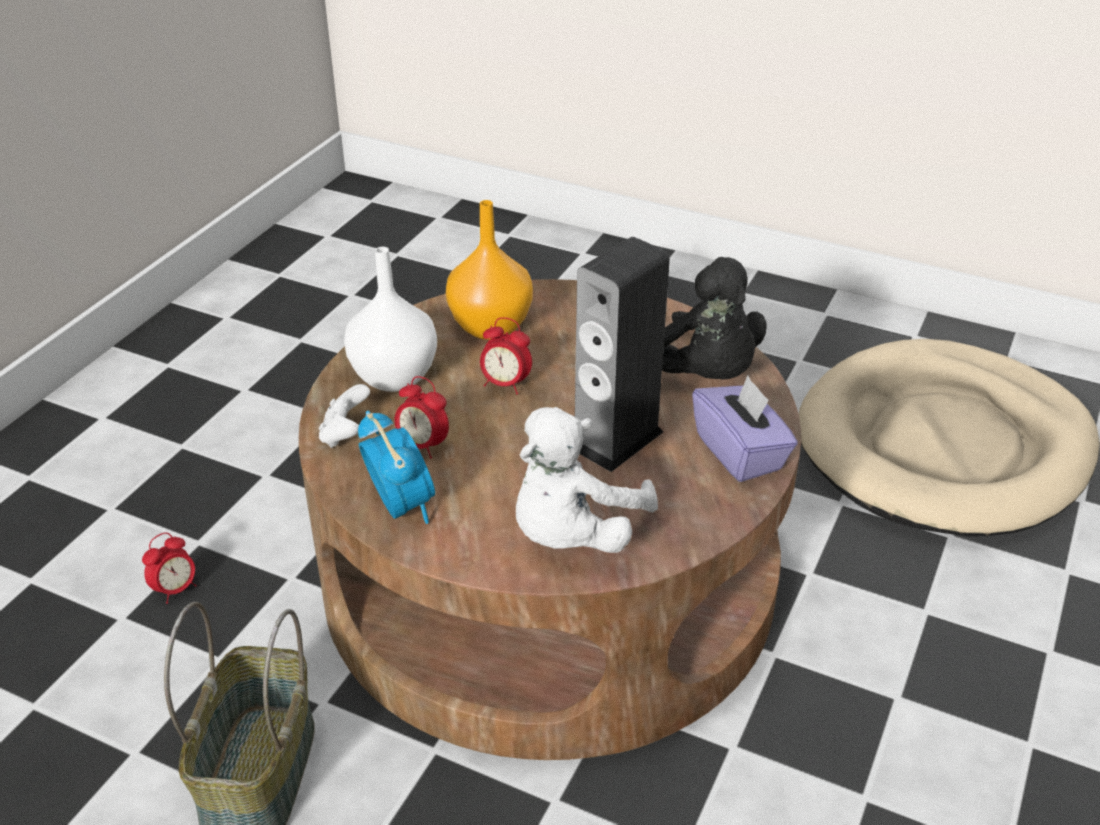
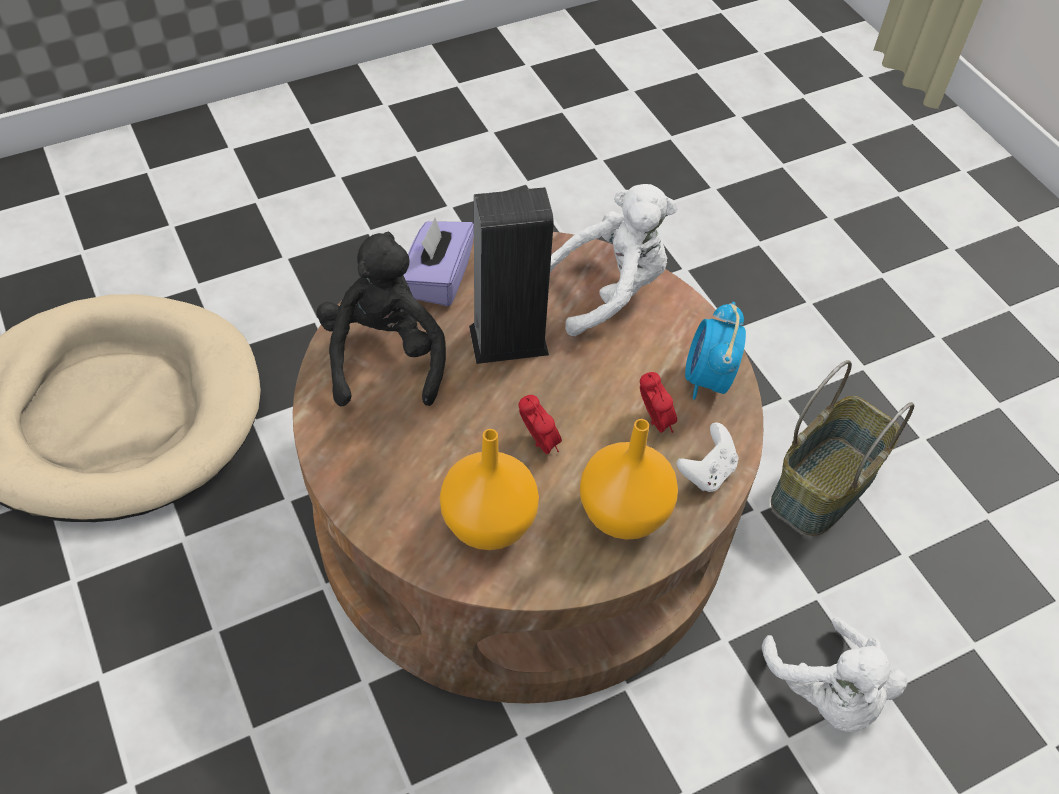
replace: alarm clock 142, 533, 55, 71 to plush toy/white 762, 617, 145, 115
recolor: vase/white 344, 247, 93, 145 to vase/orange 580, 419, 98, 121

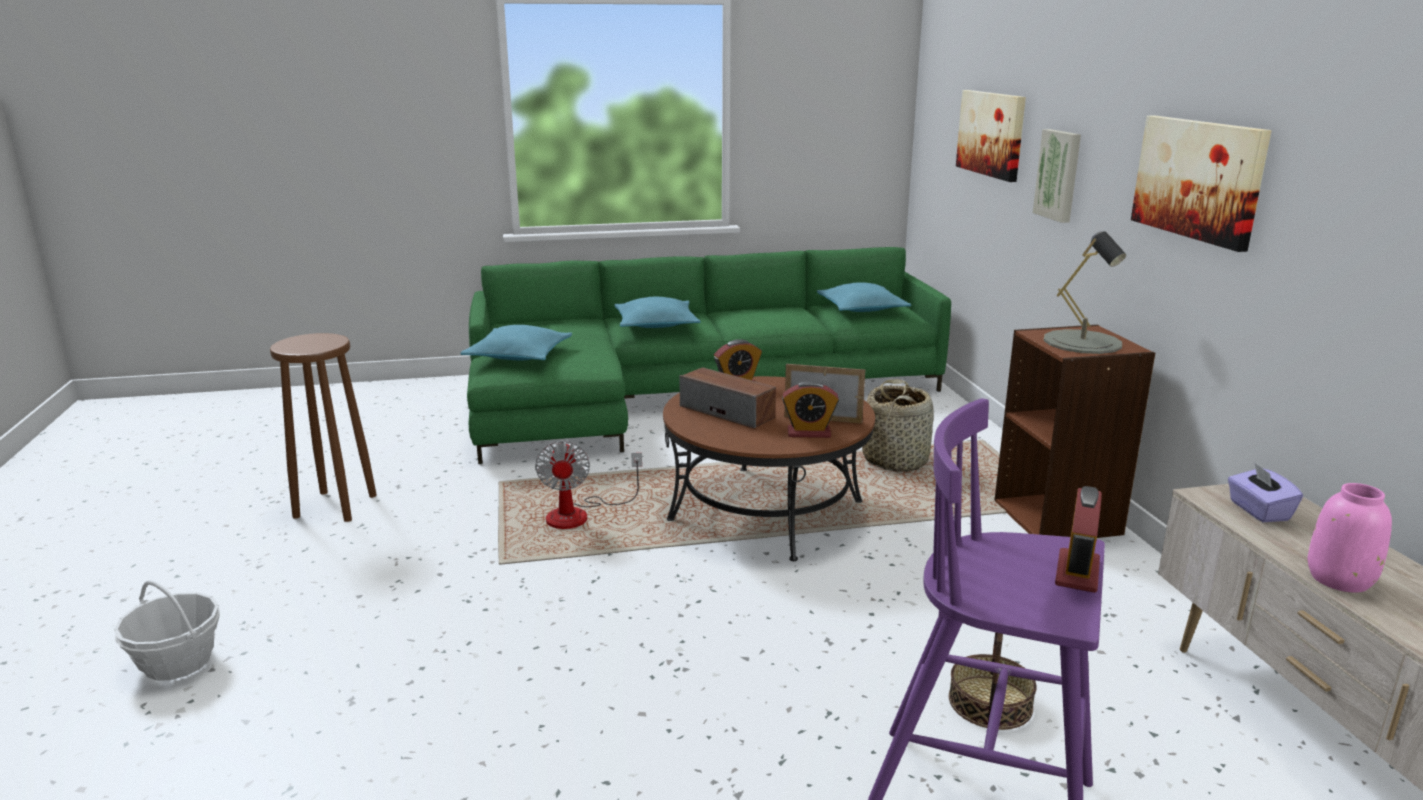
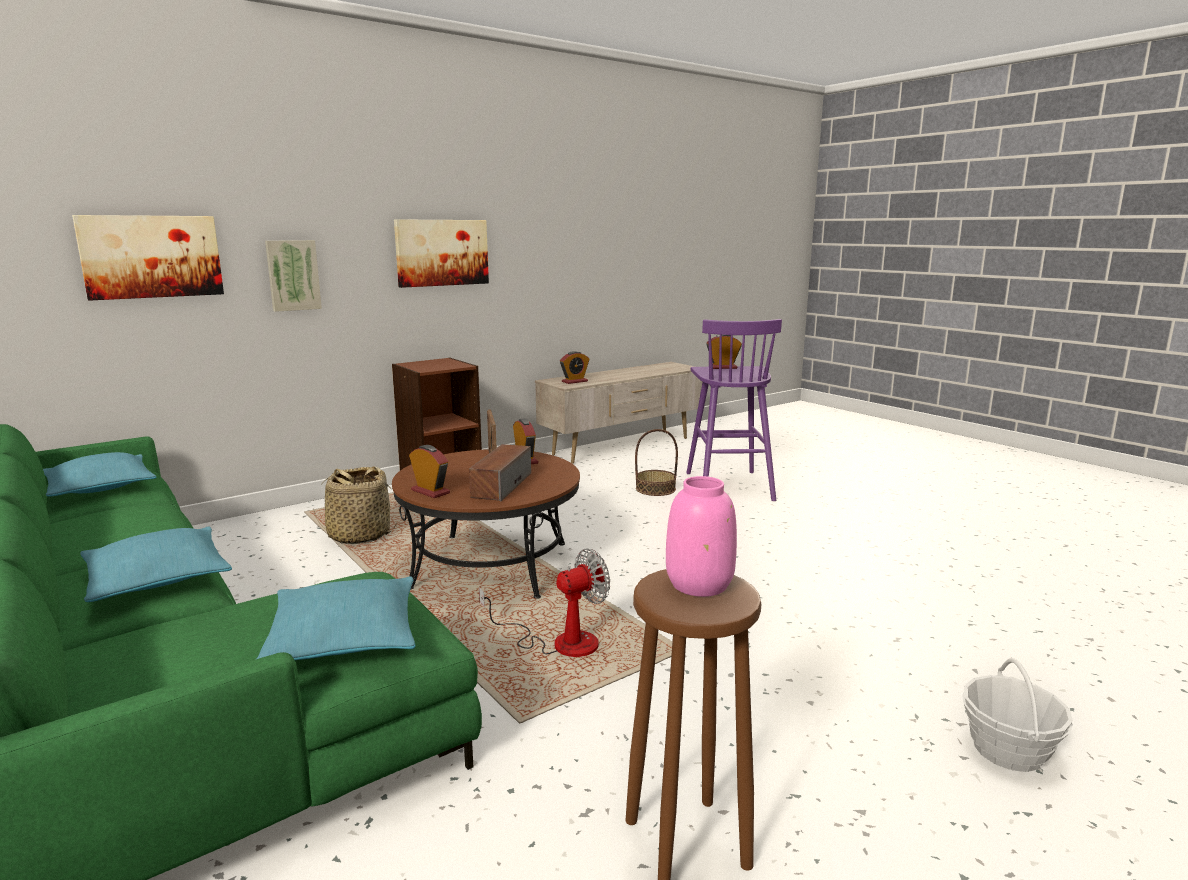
delete: table lamp/grey 1044, 231, 82, 123
move: vase/pink 1308, 483, 84, 110 to 666, 476, 71, 121
replace: tissue box/purple 1228, 462, 75, 60 to alarm clock 560, 351, 29, 33

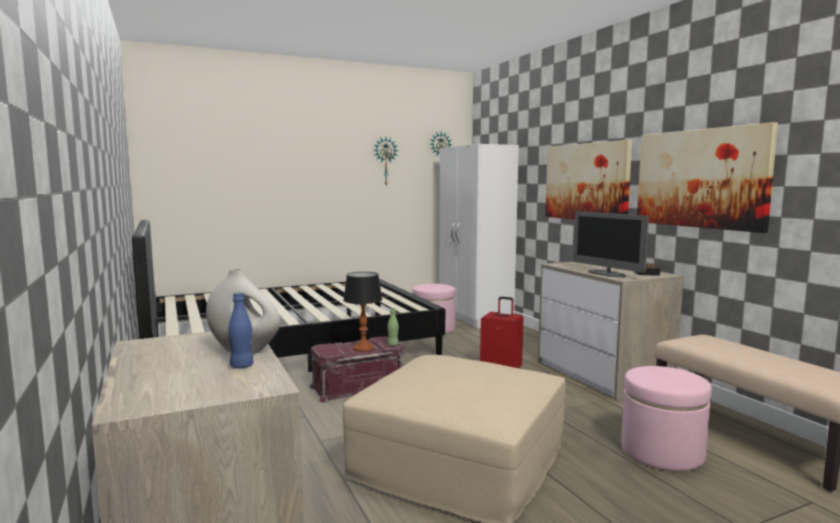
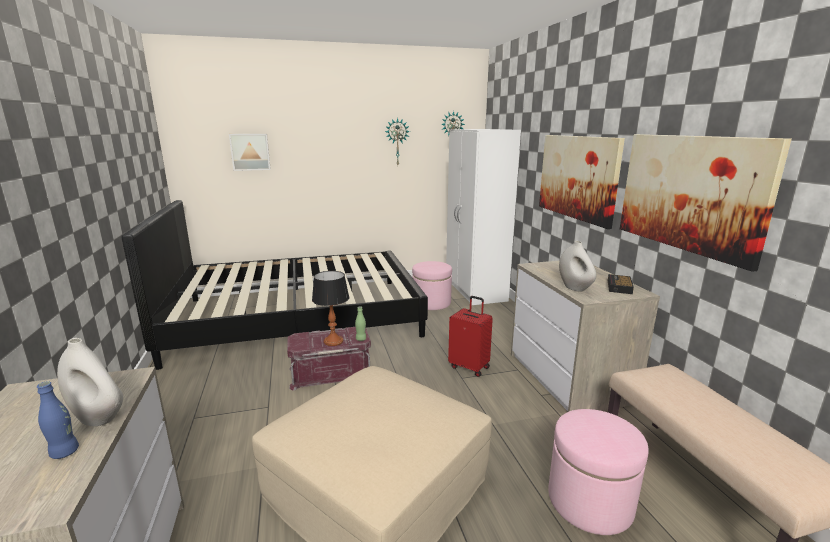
insert: picture 229, 134, 42, 37
replace: monitor 573, 212, 76, 65 to vase/white 559, 241, 37, 51

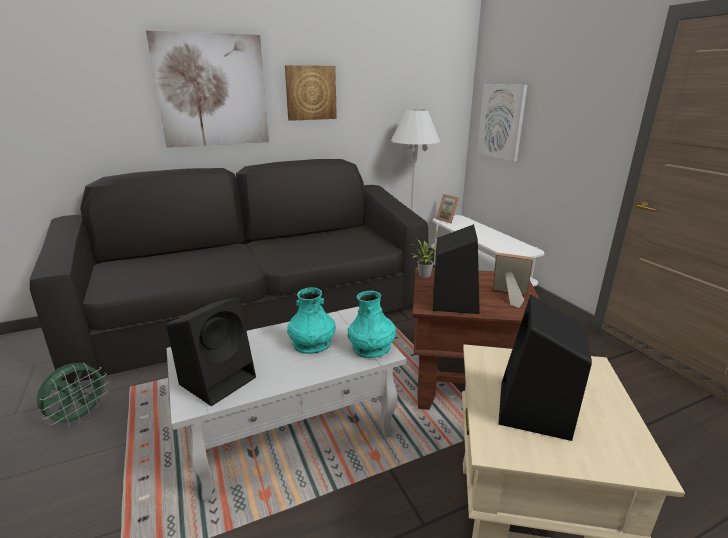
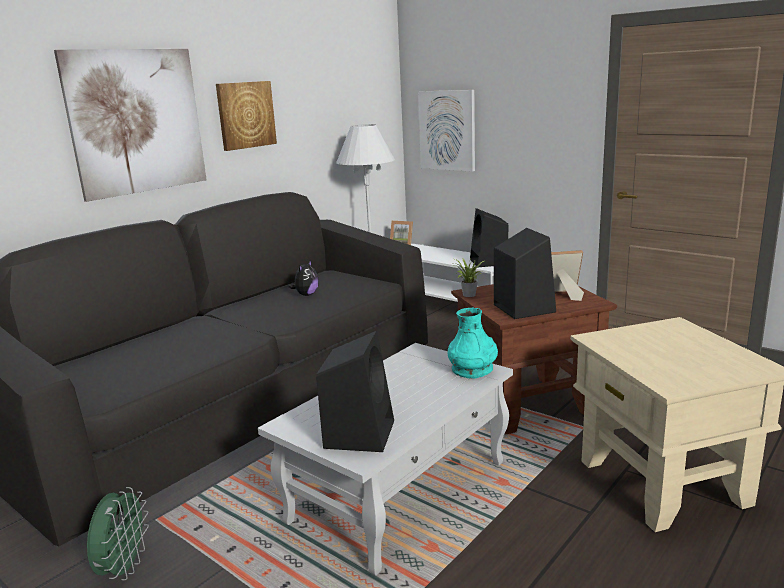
delete: vase/turquoise 287, 287, 49, 67
insert: plush toy 288, 260, 31, 36
move: speaker/black 498, 294, 94, 147 to 470, 208, 38, 60

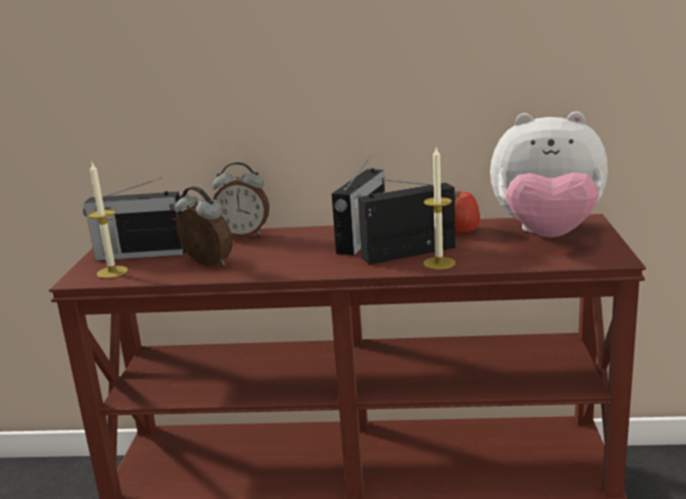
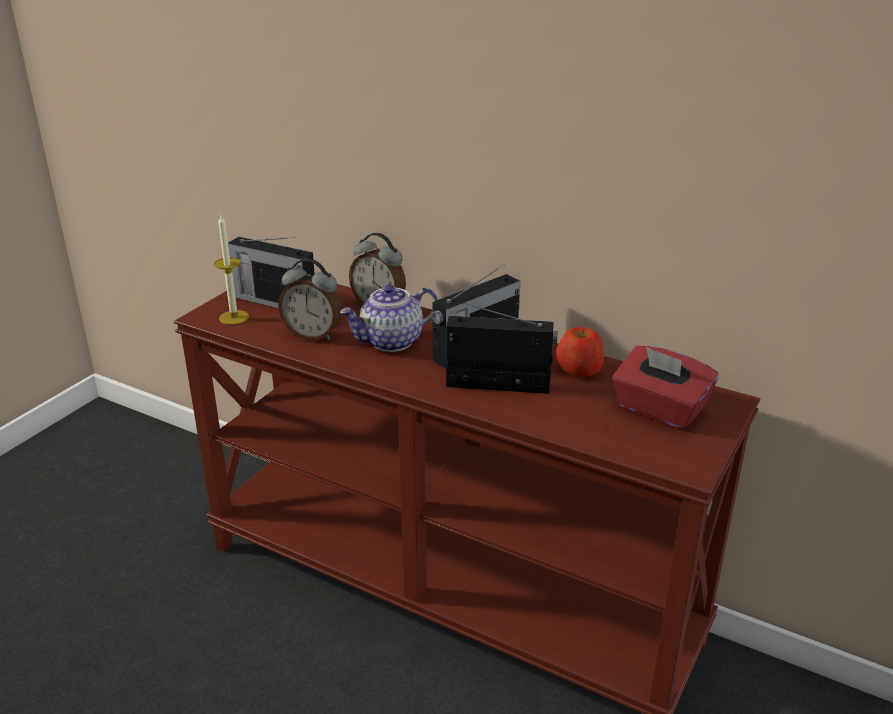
delete: candle 423, 146, 32, 124
insert: teapot 340, 285, 98, 67
replace: plush toy 490, 111, 118, 126 to tissue box/red 612, 346, 107, 83
rotate: alarm clock 175, 186, 58, 80 = 278, 259, 64, 82 135 degrees clockwise

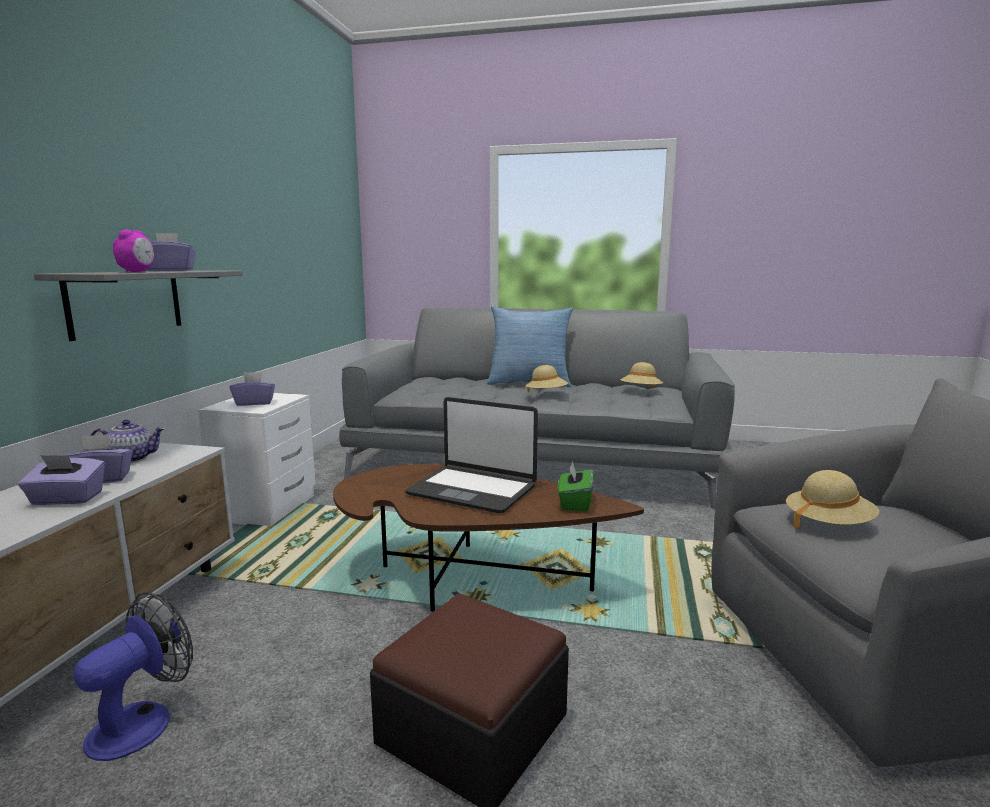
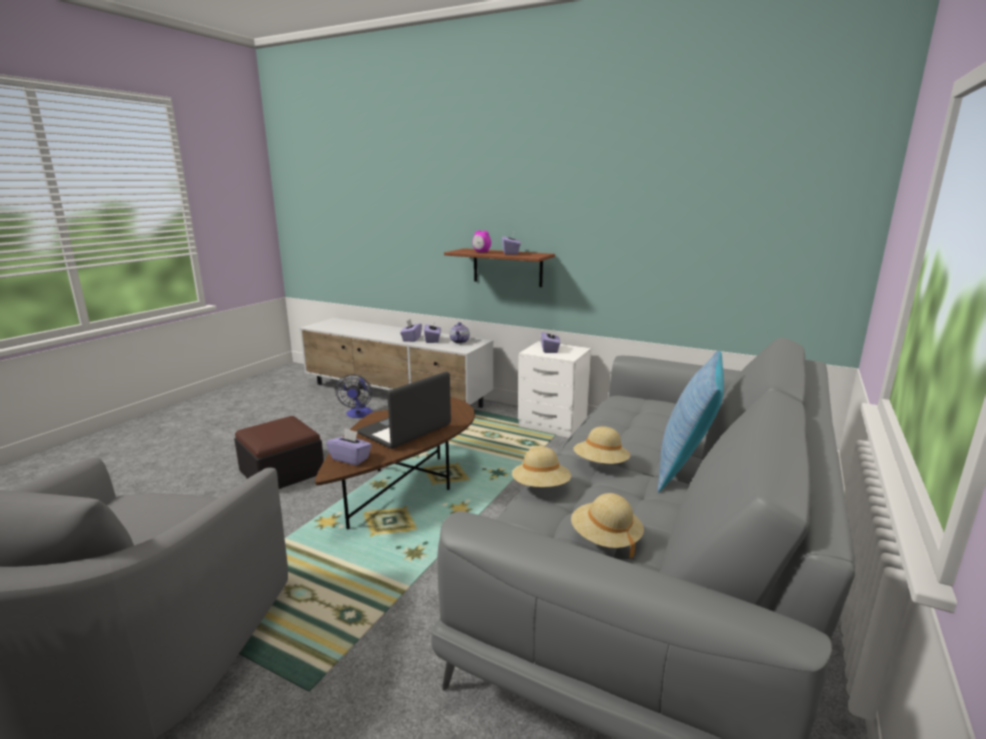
move: hat/beige 786, 470, 93, 60 to 512, 447, 59, 40
recolor: shelf/grey 34, 270, 209, 71 to shelf/brown 444, 248, 111, 39; tissue box/green 558, 461, 36, 51 to tissue box/purple 326, 428, 46, 37
rotate: fan 74, 592, 119, 169 = 335, 374, 38, 44 45 degrees clockwise

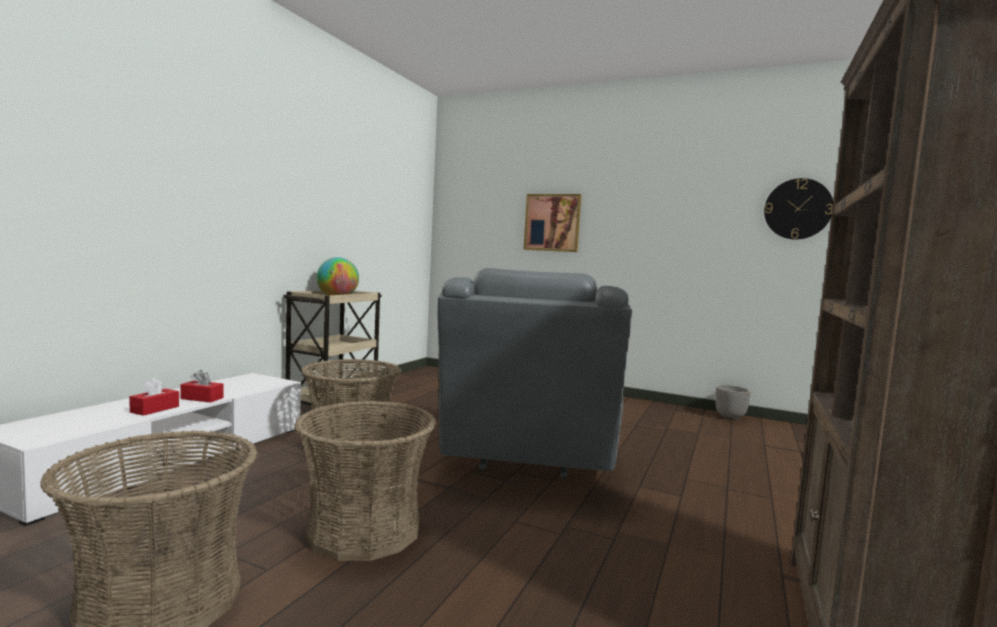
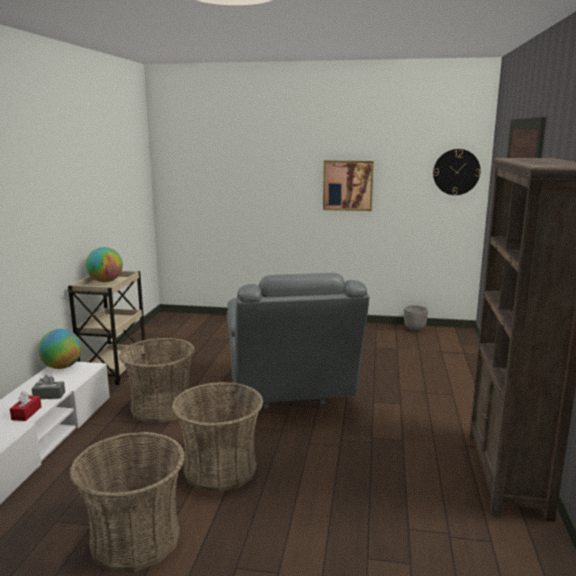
insert: globe 38, 329, 44, 40
move: picture 523, 194, 59, 58 to 323, 160, 51, 51
recolor: tissue box/red 180, 370, 44, 33 to tissue box/grey 32, 375, 33, 24

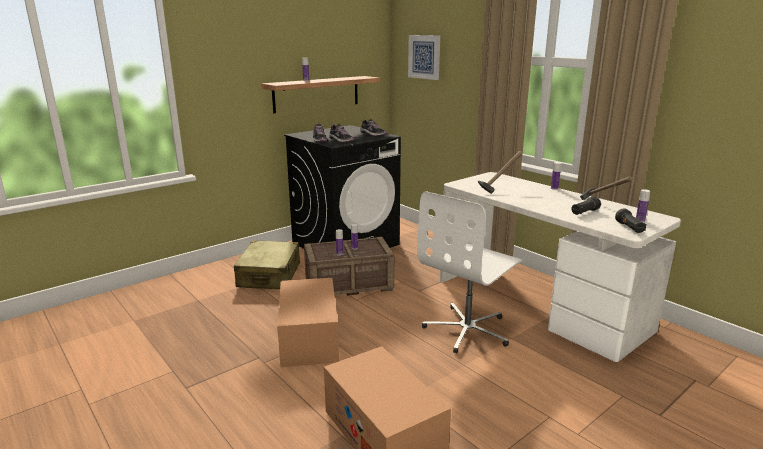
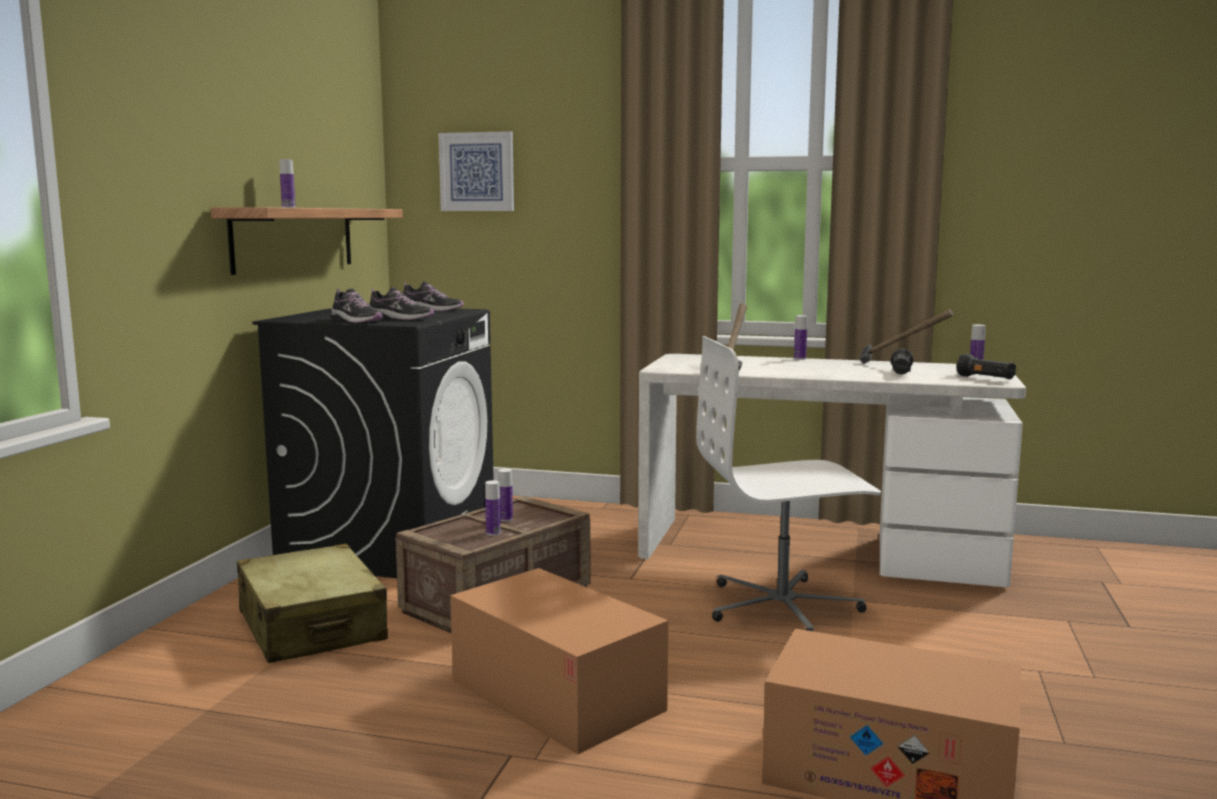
rotate: office chair/white 417, 191, 105, 162 = 696, 336, 185, 296 75 degrees clockwise

